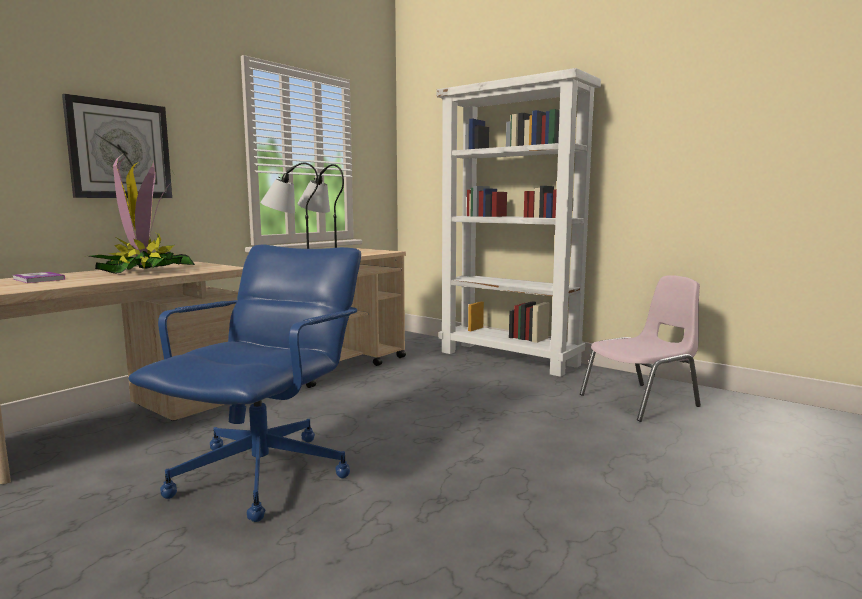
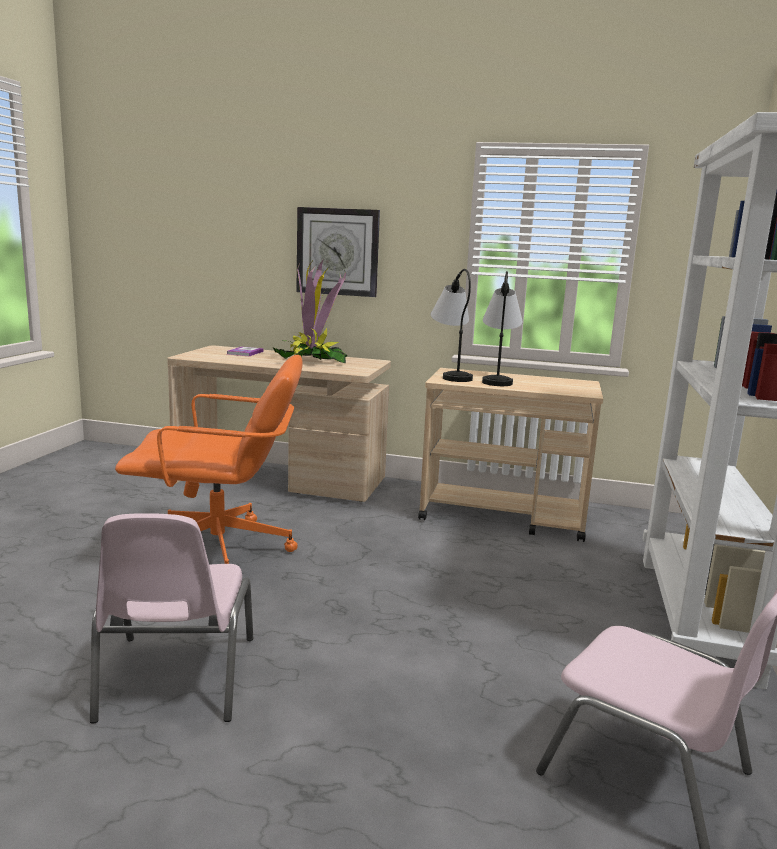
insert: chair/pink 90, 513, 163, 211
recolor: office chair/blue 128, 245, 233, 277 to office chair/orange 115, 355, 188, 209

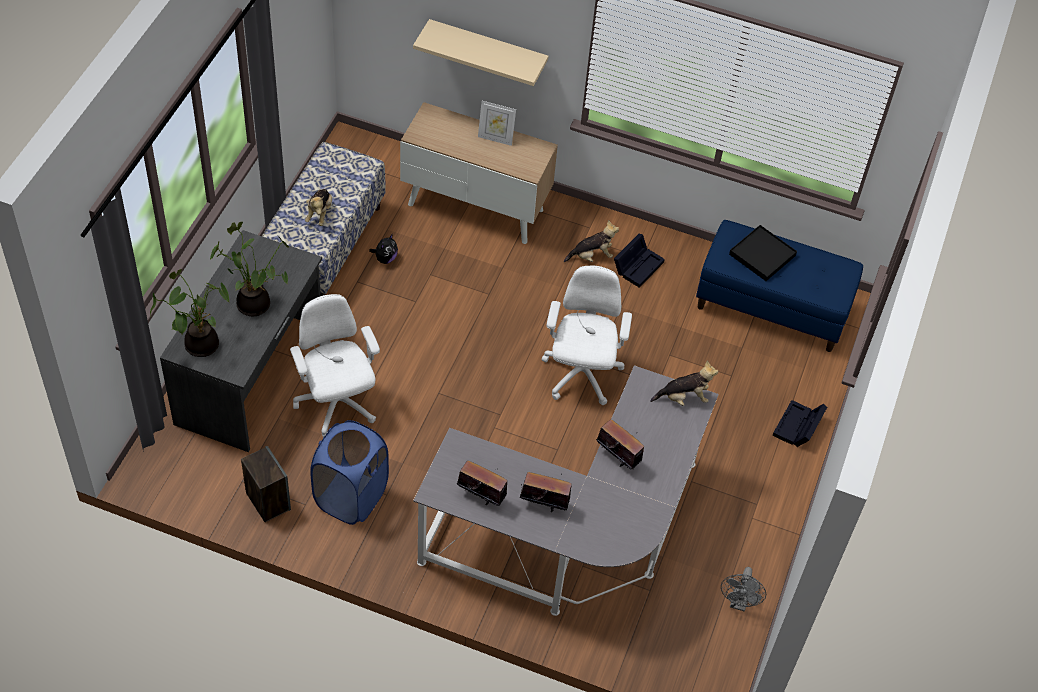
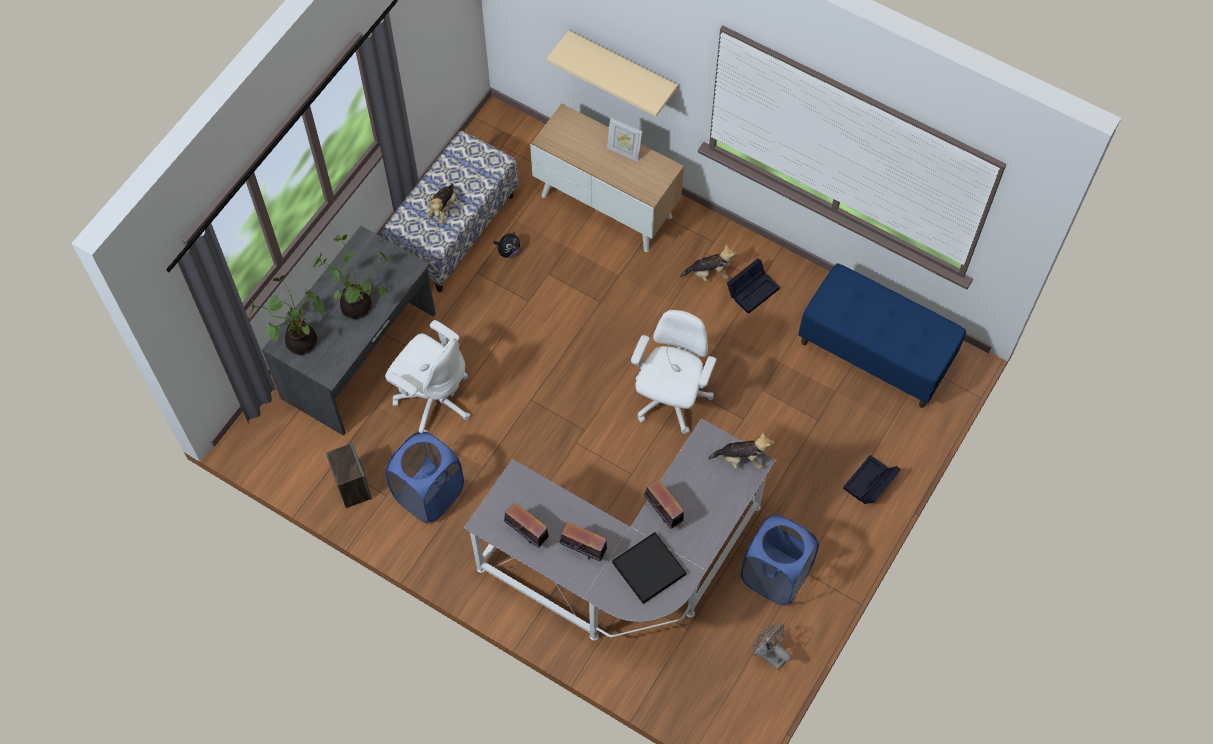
insert: laundry basket/blue 741, 515, 78, 90
move: tray/black 729, 225, 68, 56 to 612, 532, 74, 72
rotate: office chair/white 290, 294, 90, 144 = 385, 320, 86, 113 135 degrees clockwise; fan/grey 721, 567, 45, 45 = 753, 624, 38, 46 105 degrees clockwise

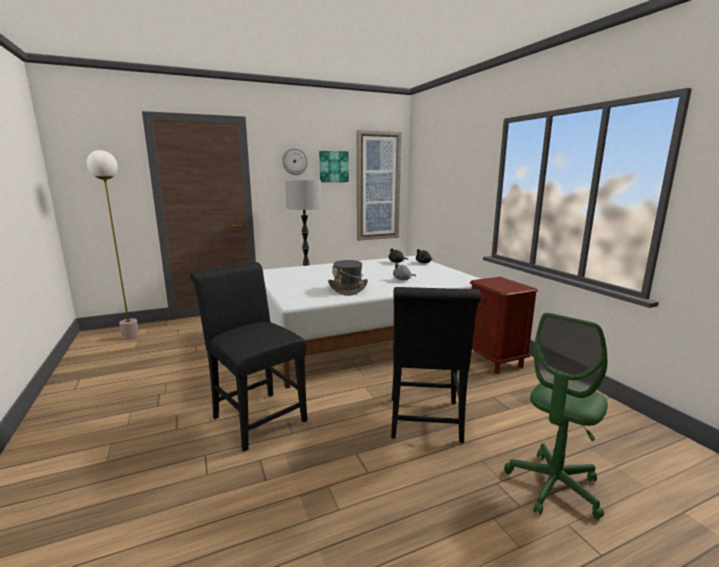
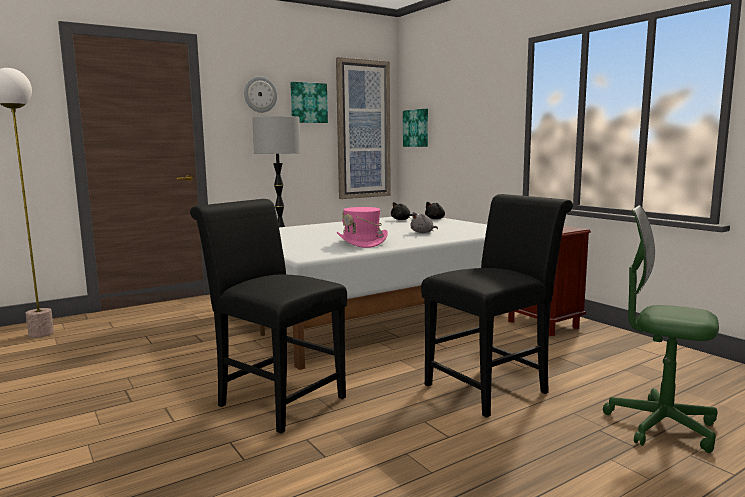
insert: picture 403, 109, 25, 38
recolor: hat/grey 328, 260, 40, 36 to hat/pink 337, 207, 51, 41
rotate: chair/black 391, 287, 90, 156 = 421, 194, 152, 224 120 degrees counterclockwise; office chair/green 504, 313, 104, 206 = 603, 205, 116, 248 90 degrees clockwise

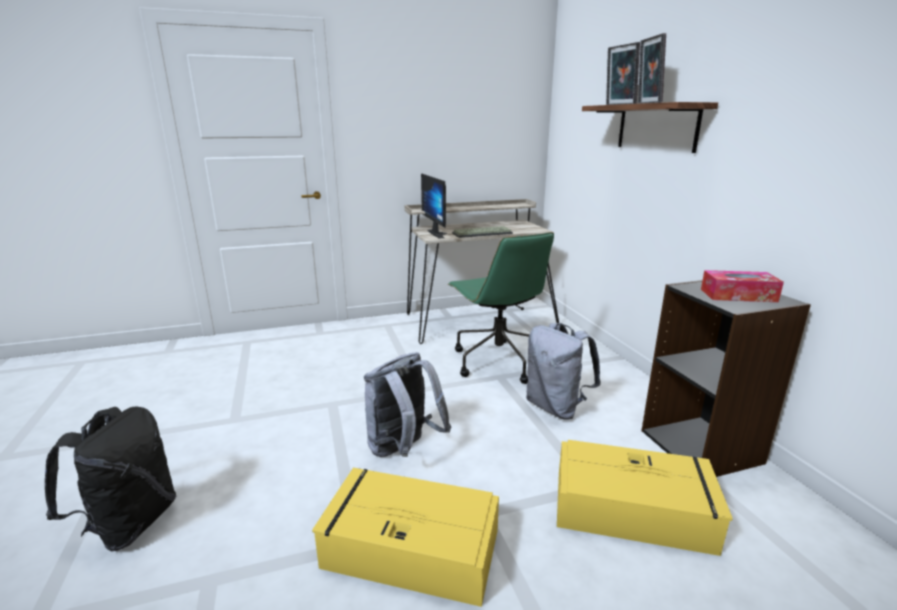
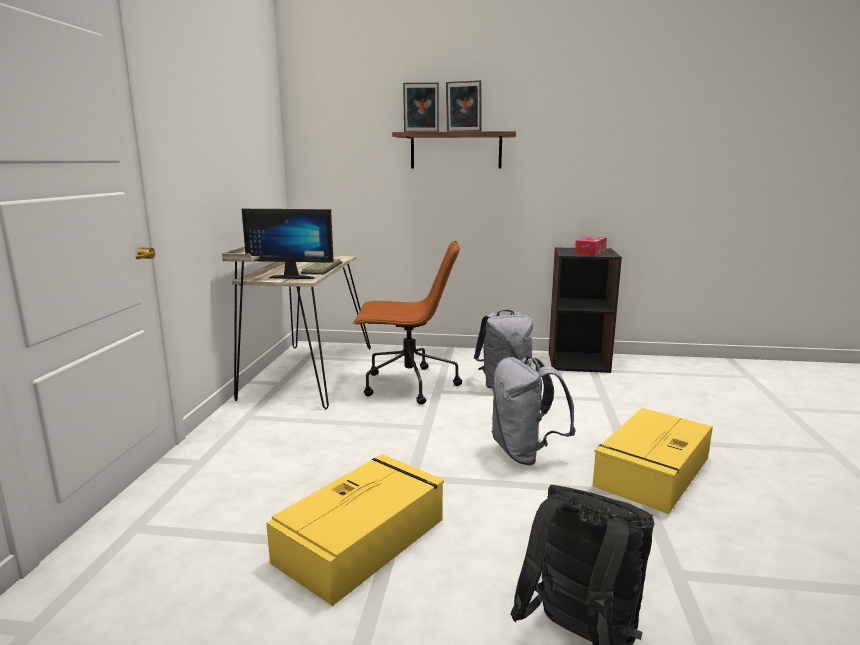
move: storage box/yellow 557, 440, 176, 116 to 266, 454, 178, 152
recolor: office chair/green 448, 232, 106, 152 to office chair/brown 353, 241, 109, 164

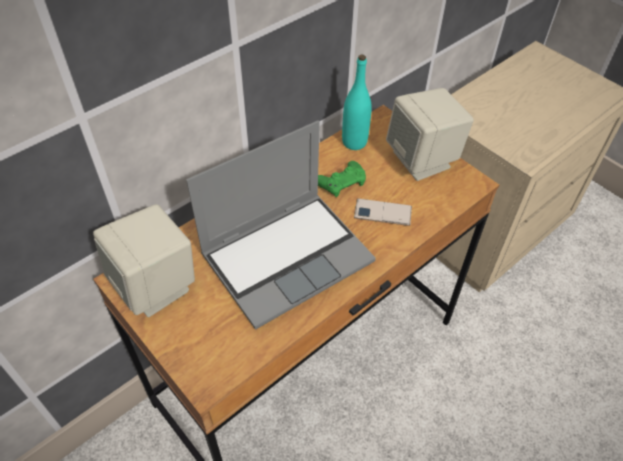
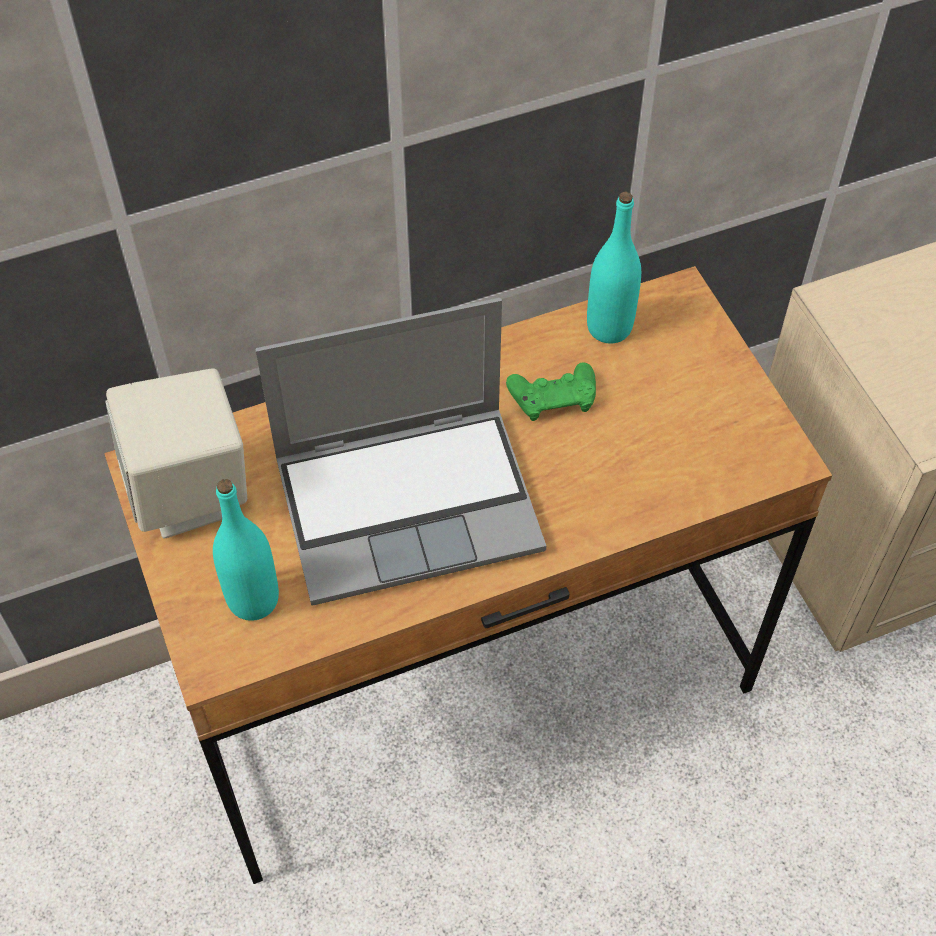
delete: phone 354, 199, 58, 27; speaker/beige 386, 88, 88, 93
insert: bottle/turquoise 213, 479, 66, 142

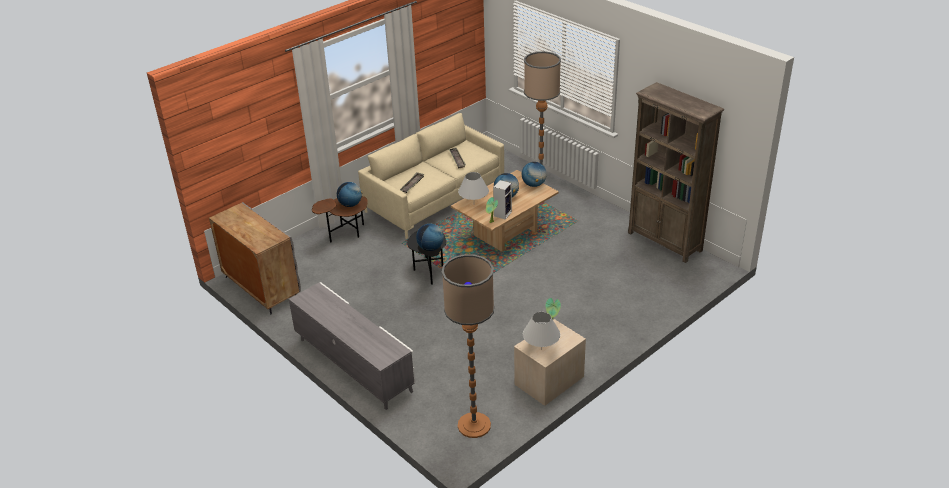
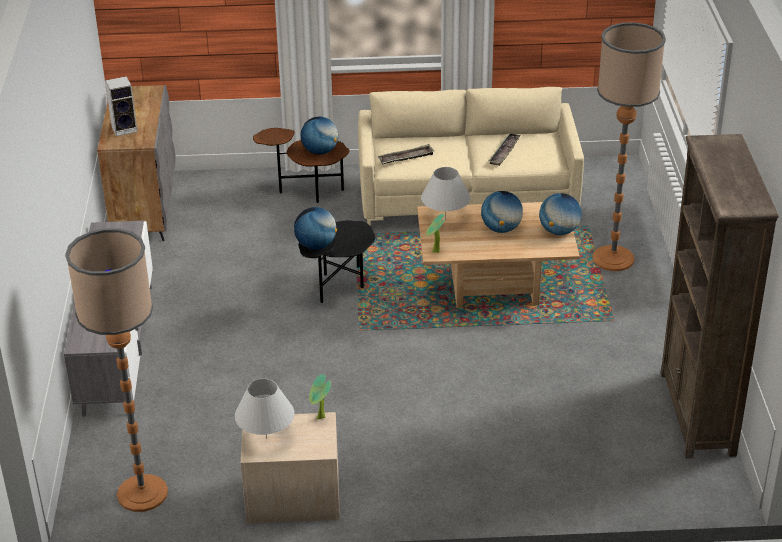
move: speaker 493, 180, 19, 40 to 105, 76, 32, 60

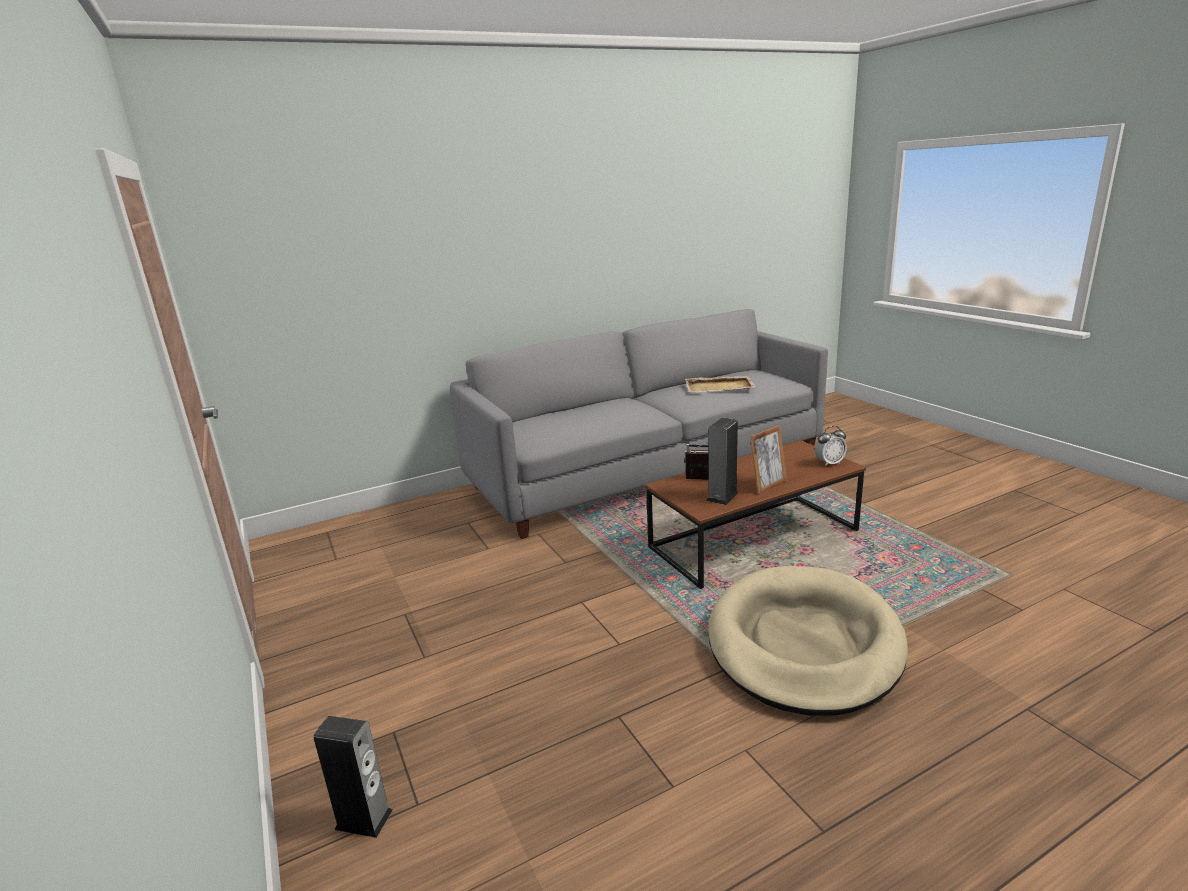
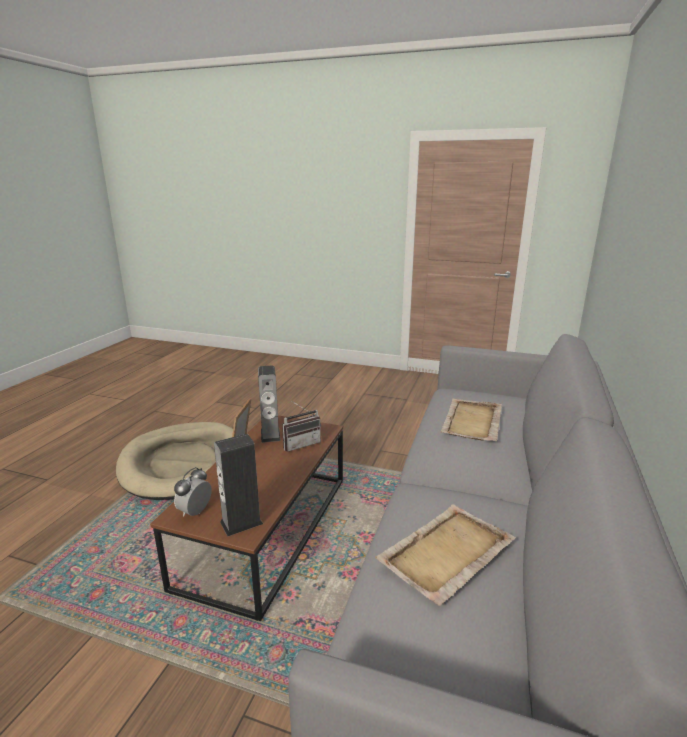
insert: tray/beige 441, 399, 61, 42
move: speaker 314, 716, 79, 122 to 214, 434, 49, 103

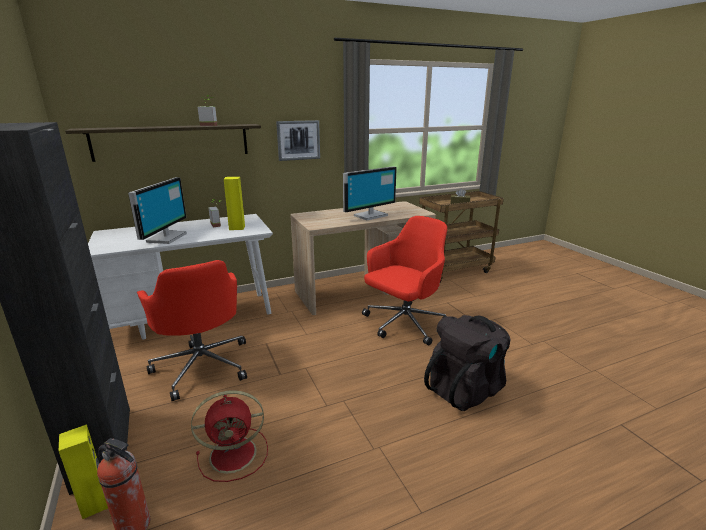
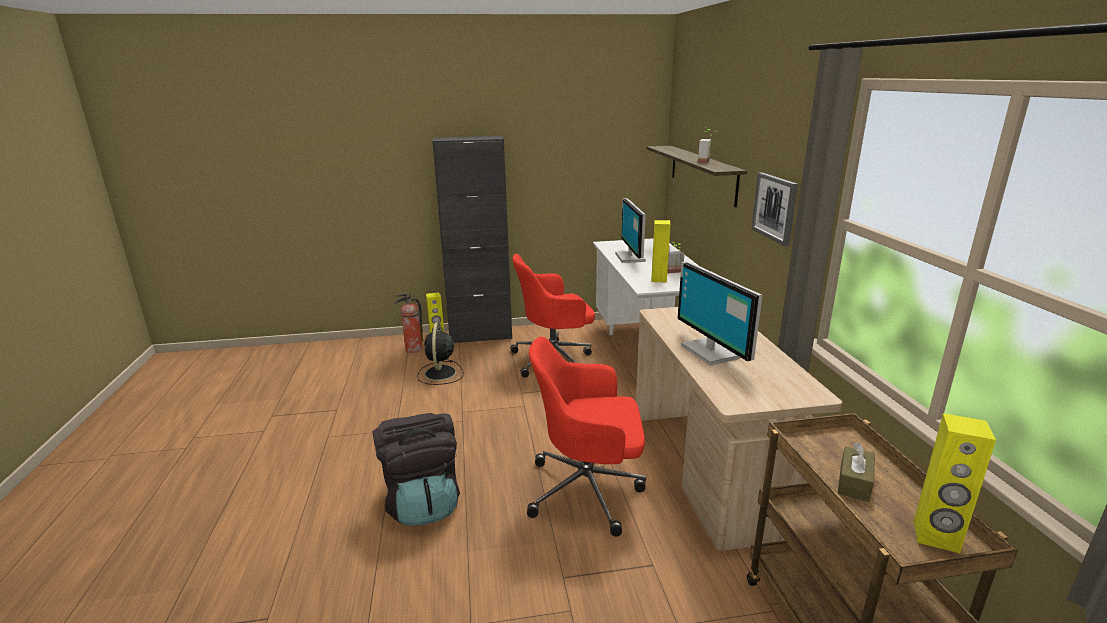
insert: speaker/yellow 914, 413, 82, 140
recolor: fan/red 191, 390, 77, 92 to fan/black 417, 322, 47, 63
rotate: monitor 128, 177, 59, 67 = 615, 198, 31, 65 60 degrees clockwise; office chair/red 362, 216, 85, 129 = 527, 336, 119, 201 120 degrees clockwise

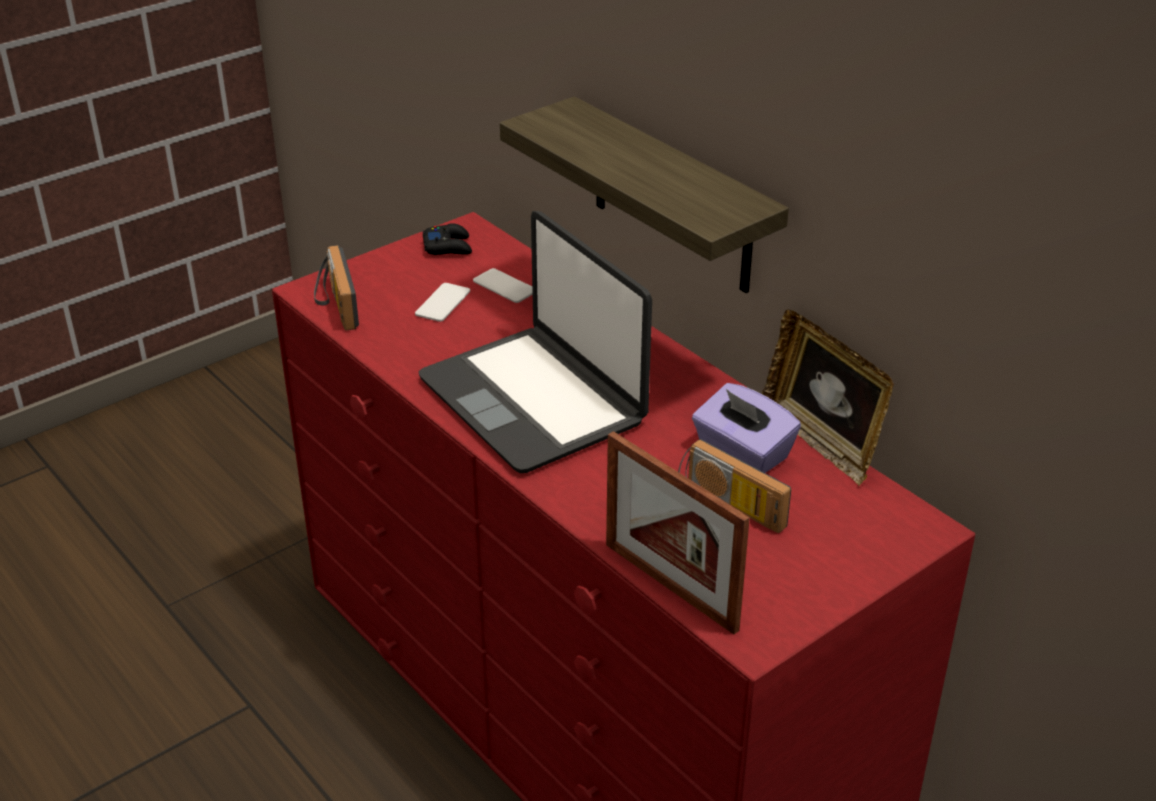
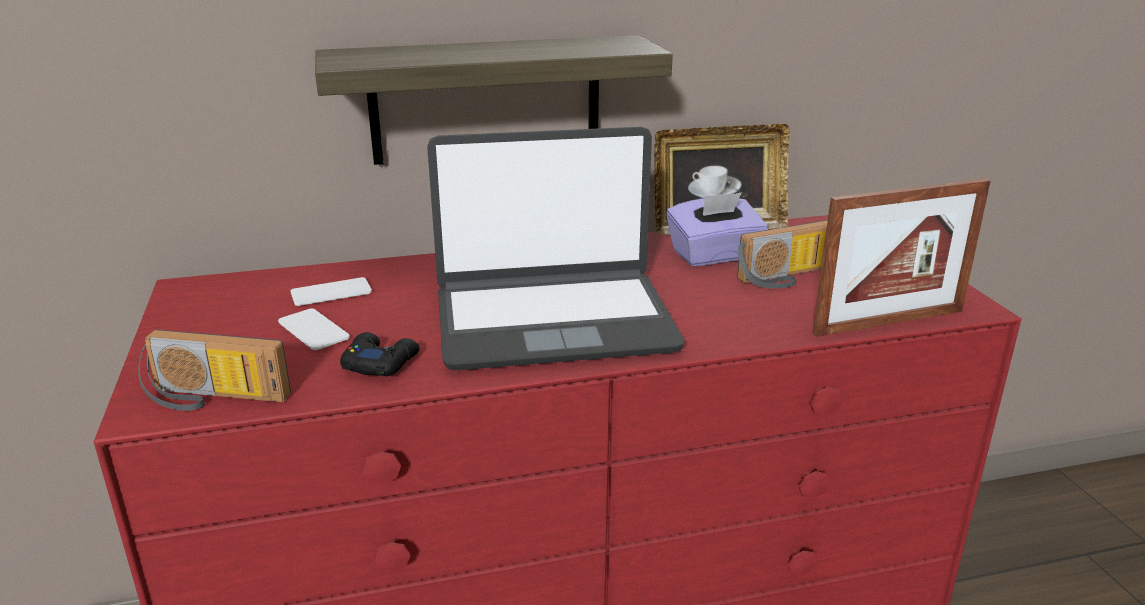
move: game controller/black 423, 224, 49, 31 to 340, 332, 80, 44

